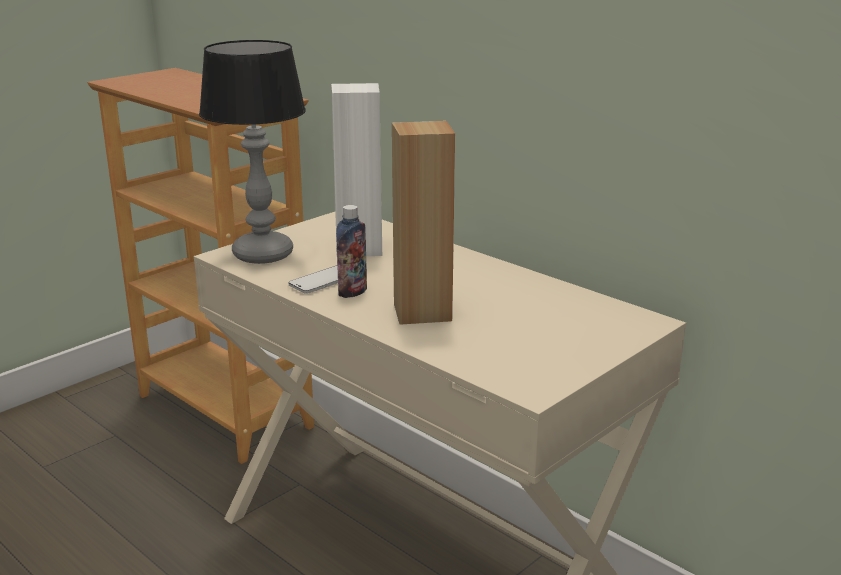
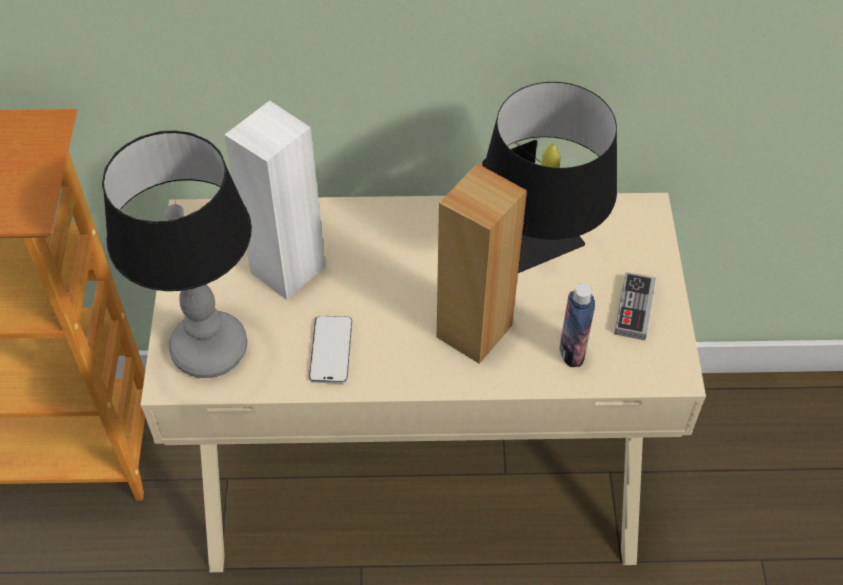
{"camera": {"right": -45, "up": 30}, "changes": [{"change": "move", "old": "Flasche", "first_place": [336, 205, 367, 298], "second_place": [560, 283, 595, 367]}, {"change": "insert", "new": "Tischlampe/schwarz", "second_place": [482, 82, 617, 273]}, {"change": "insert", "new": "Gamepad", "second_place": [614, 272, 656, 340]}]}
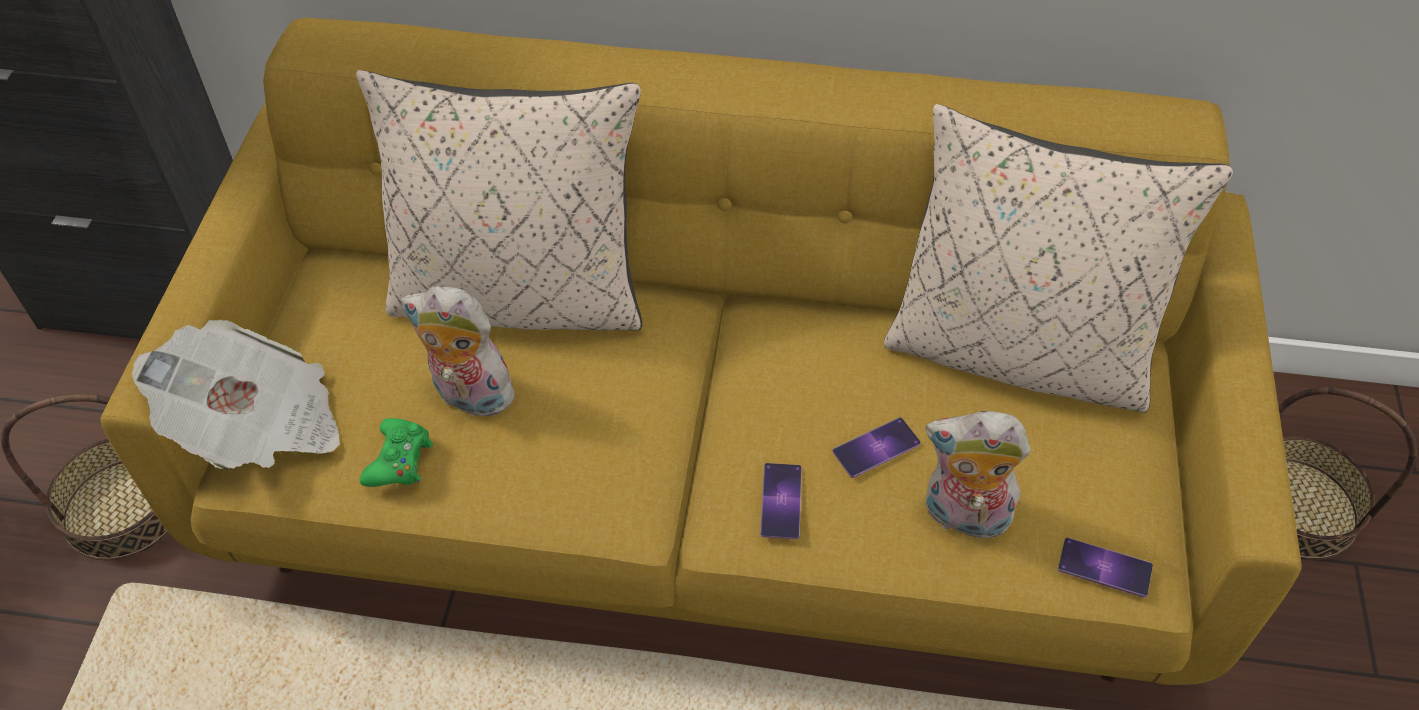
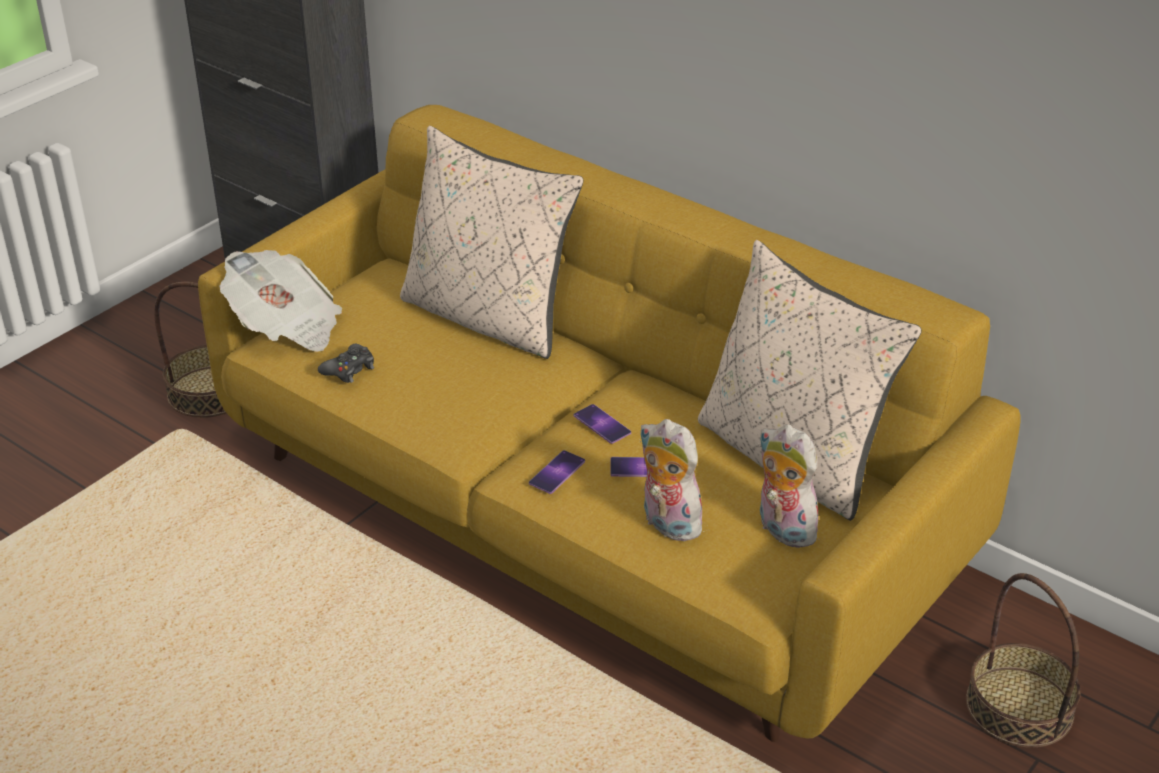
{"camera": {"right": 30, "up": -15}, "changes": [{"change": "recolor", "old": "Gamepad/grün", "new": "Gamepad/schwarz", "first_place": [360, 418, 433, 487], "second_place": [318, 344, 374, 383]}, {"change": "move", "old": "Plüschtier", "first_place": [401, 286, 524, 421], "second_place": [759, 424, 819, 548]}, {"change": "move", "old": "Handy", "first_place": [1058, 538, 1153, 598], "second_place": [573, 404, 631, 444]}]}
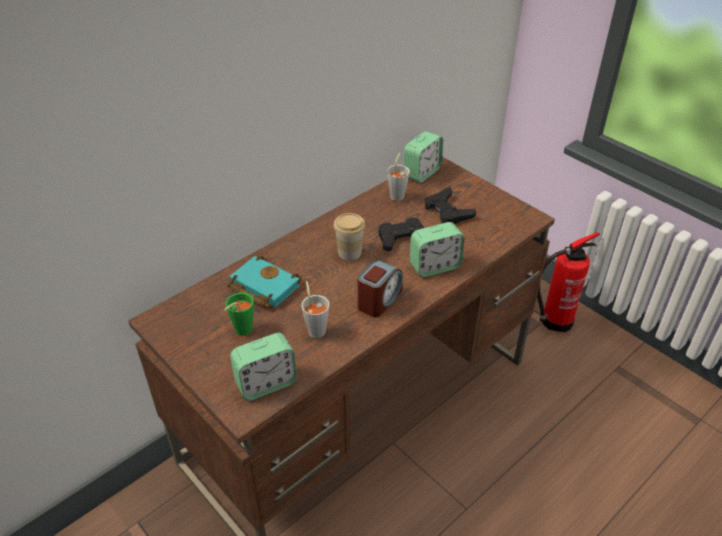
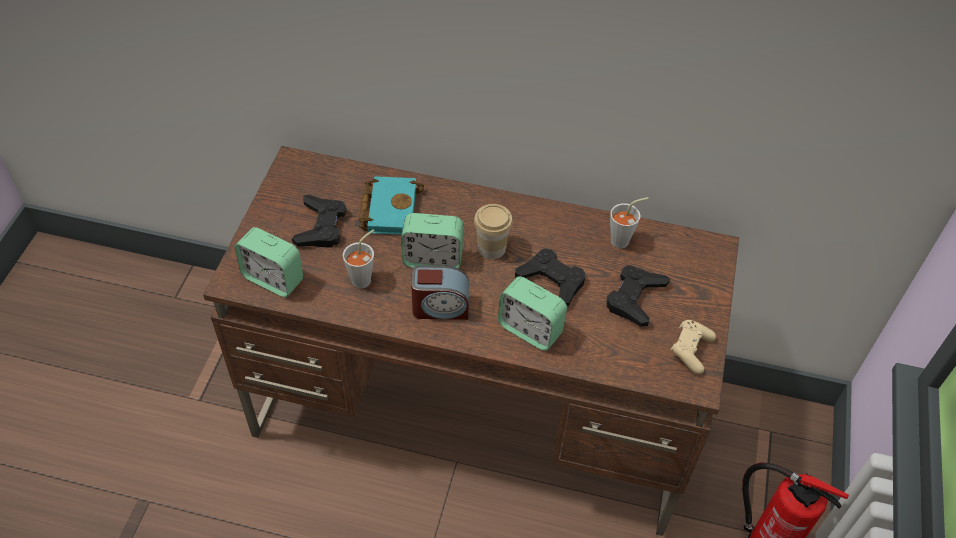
{"camera": {"right": 55, "up": 10}, "changes": [{"change": "replace", "old": "Tasse/grün", "new": "Gamepad/schwarz", "first_place": [224, 293, 254, 336], "second_place": [292, 195, 347, 248]}, {"change": "move", "old": "Wecker", "first_place": [404, 131, 443, 183], "second_place": [401, 213, 463, 269]}, {"change": "insert", "new": "Gamepad/beige", "second_place": [670, 320, 716, 374]}]}
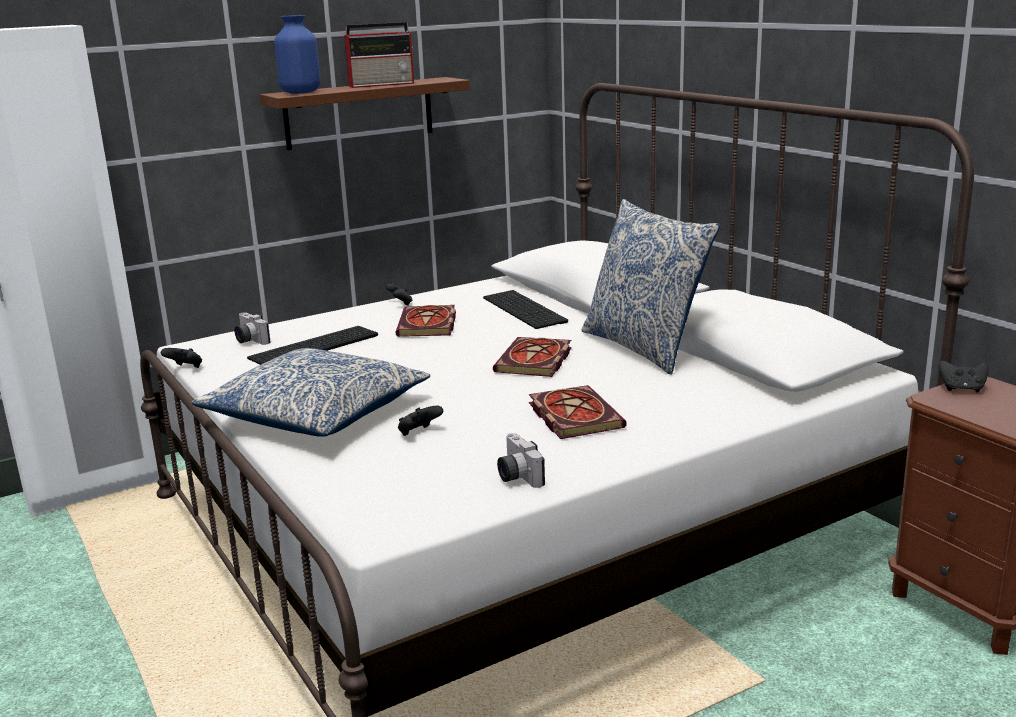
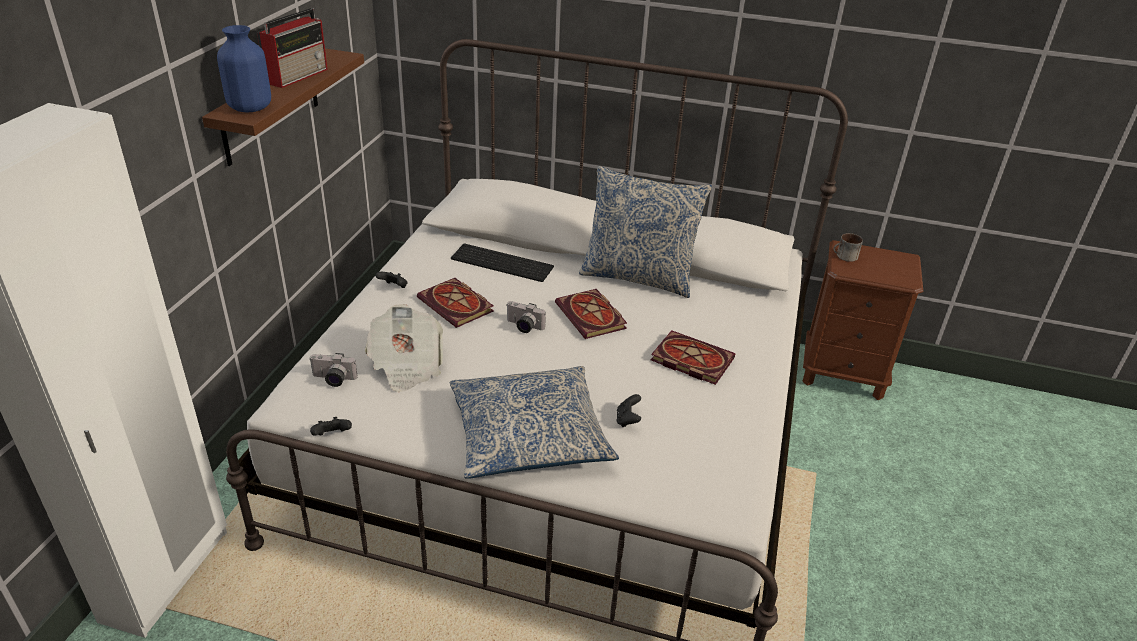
{"camera": {"right": -45, "up": 15}, "changes": [{"change": "replace", "old": "Tastatur", "new": "Zeitung", "first_place": [247, 326, 378, 365], "second_place": [365, 304, 443, 392]}, {"change": "move", "old": "Kamera", "first_place": [497, 433, 545, 488], "second_place": [507, 301, 546, 333]}, {"change": "replace", "old": "Gamepad/schwarz", "new": "Henkelbecher", "first_place": [938, 361, 989, 392], "second_place": [833, 233, 863, 262]}]}
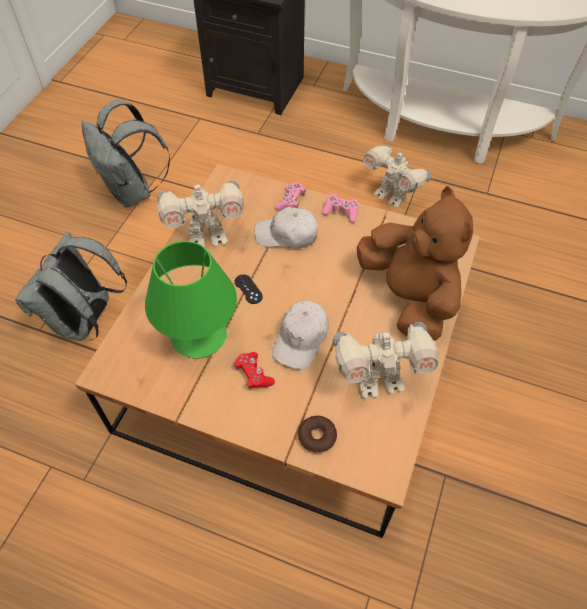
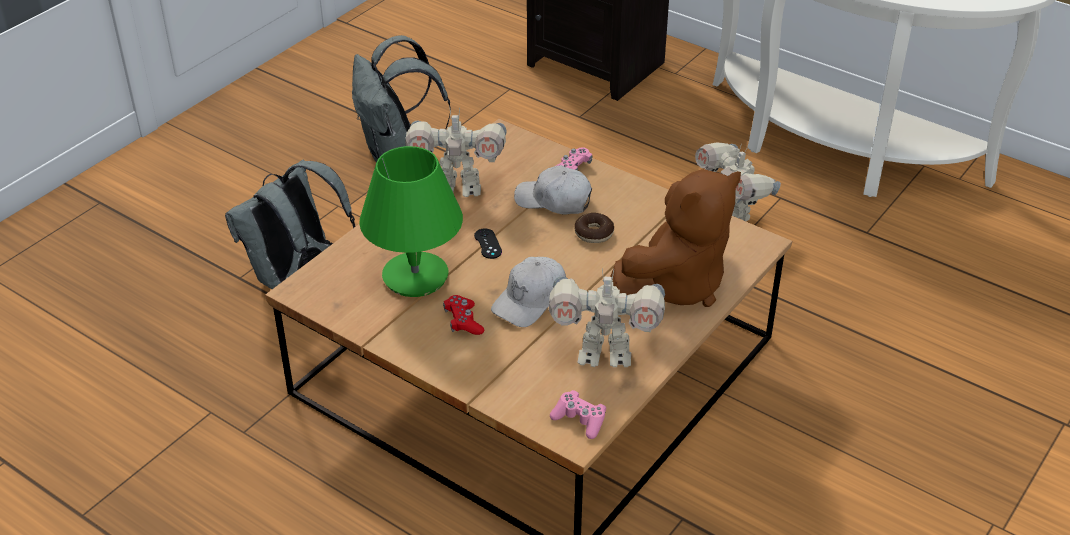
{"camera": {"right": 15, "up": -15}, "changes": [{"change": "move", "old": "Donut", "first_place": [298, 416, 337, 454], "second_place": [574, 213, 614, 243]}, {"change": "move", "old": "Gamepad/rosa", "first_place": [322, 193, 359, 223], "second_place": [550, 390, 606, 439]}, {"change": "rotate", "old": "Plüschtier/braun", "first_place": [357, 186, 473, 341], "second_place": [610, 169, 741, 307], "degrees": 60}]}
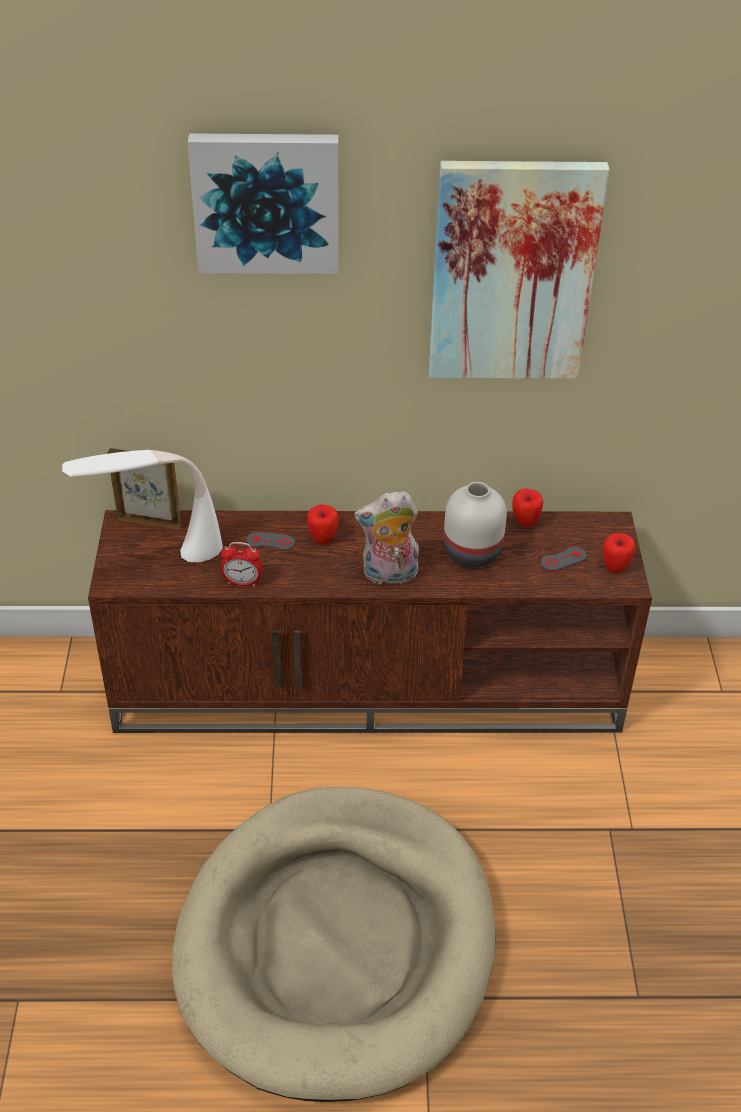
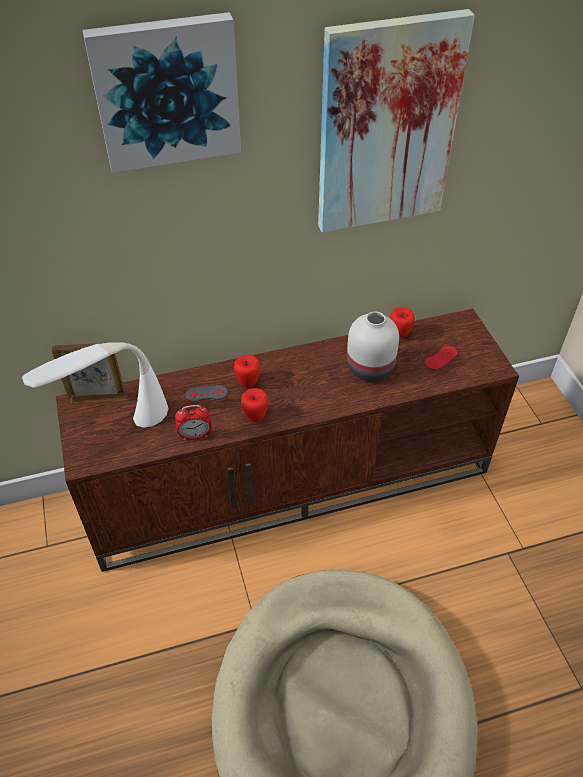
{"camera": {"right": -15, "up": 5}, "changes": [{"change": "delete", "old": "Plüschtier", "first_place": [354, 491, 419, 584]}, {"change": "recolor", "old": "Gamepad/grau", "new": "Gamepad/rot", "first_place": [541, 547, 586, 571], "second_place": [425, 346, 457, 370]}, {"change": "move", "old": "Apfel", "first_place": [603, 533, 635, 573], "second_place": [241, 388, 268, 422]}]}
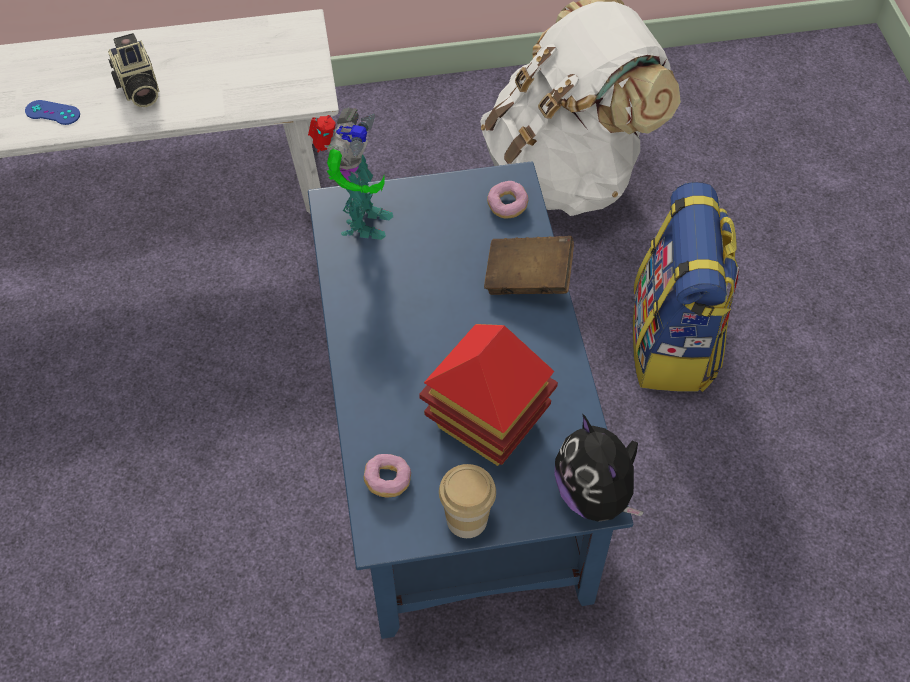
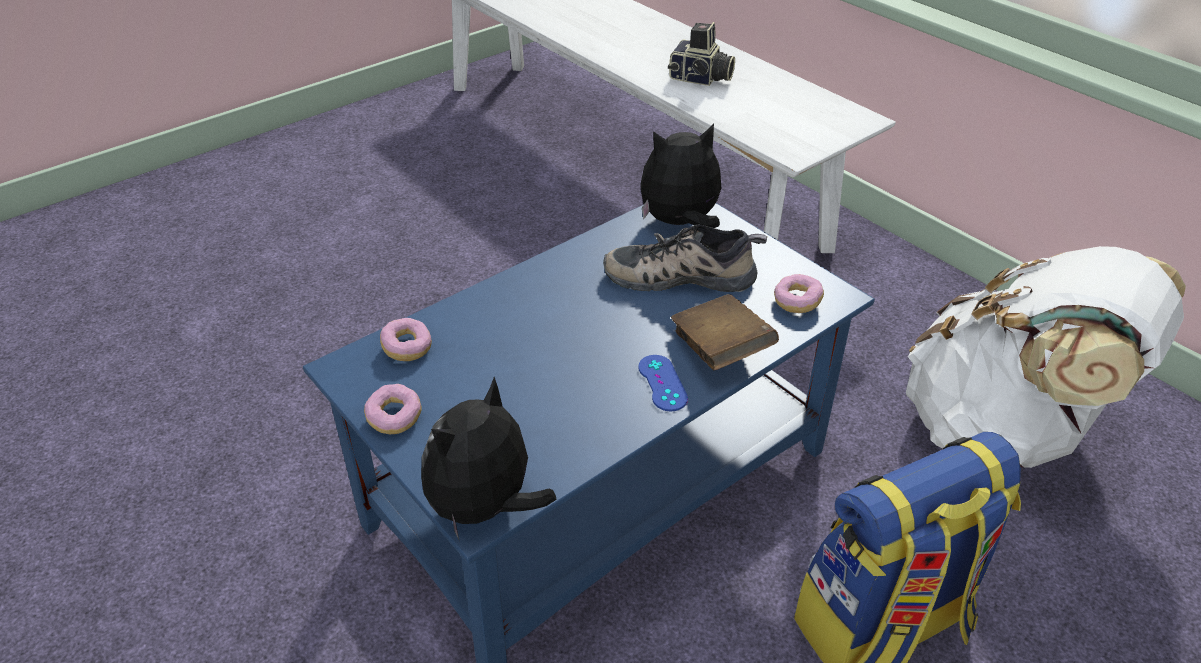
{"camera": {"right": 60, "up": -15}, "changes": [{"change": "move", "old": "Gamepad/blau", "first_place": [25, 100, 80, 125], "second_place": [638, 355, 688, 412]}, {"change": "rotate", "old": "Kamera", "first_place": [108, 33, 159, 107], "second_place": [668, 22, 735, 86], "degrees": -105}, {"change": "replace", "old": "Spielzeugroboter", "new": "Plüschtier", "first_place": [308, 108, 393, 240], "second_place": [640, 124, 721, 228]}, {"change": "delete", "old": "Spielzeughaus", "first_place": [419, 324, 558, 466]}, {"change": "replace", "old": "Tasse", "new": "Donut", "first_place": [439, 464, 496, 538], "second_place": [364, 384, 421, 434]}, {"change": "insert", "new": "Schuh", "second_place": [603, 224, 767, 292]}]}
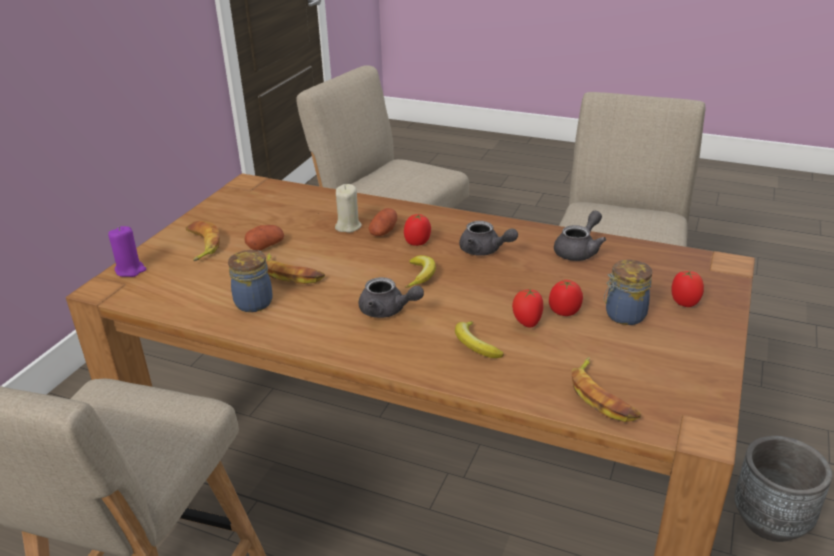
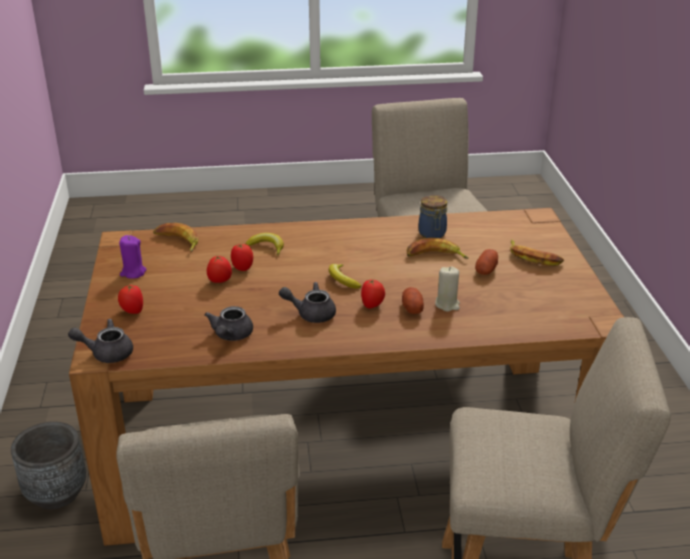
{"camera": {"right": 150, "up": 0}, "changes": [{"change": "move", "old": "Kerze/lila", "first_place": [108, 226, 147, 277], "second_place": [119, 235, 146, 279]}, {"change": "move", "old": "Teekanne/grau", "first_place": [358, 277, 424, 318], "second_place": [68, 319, 133, 363]}, {"change": "delete", "old": "Vorratsglas", "first_place": [603, 260, 652, 325]}]}
